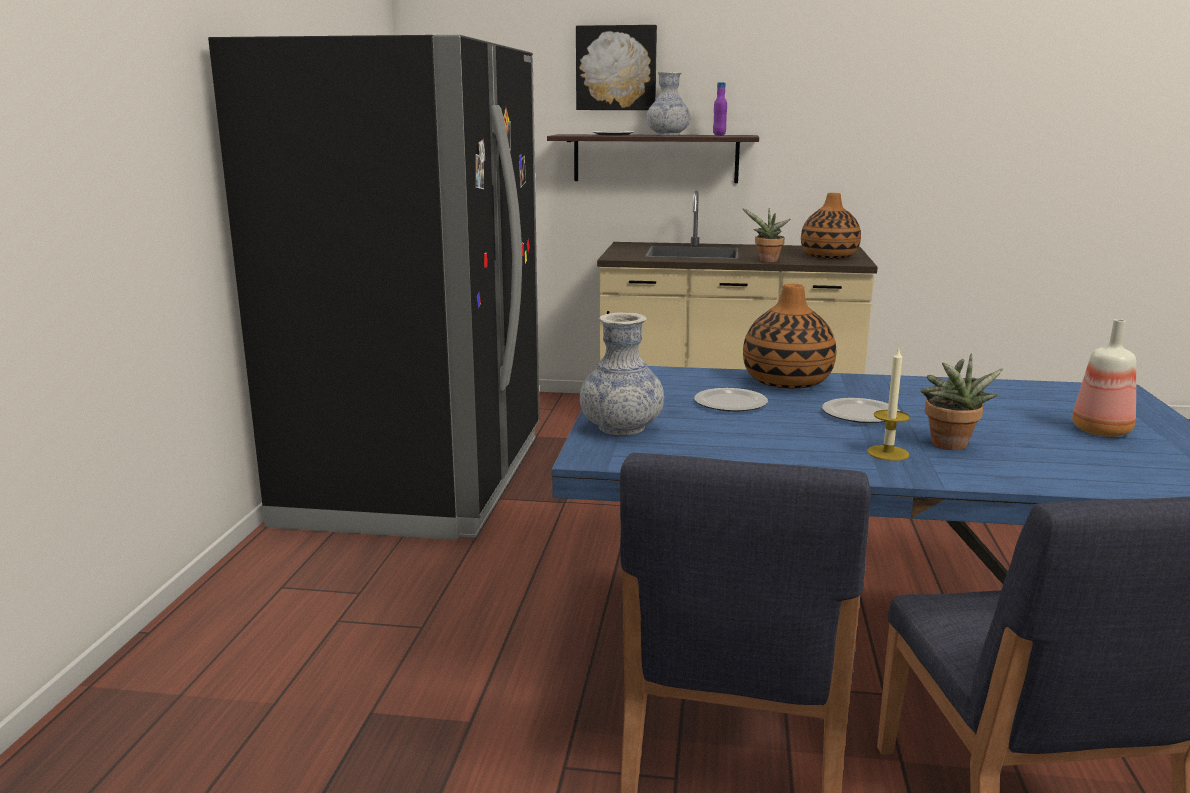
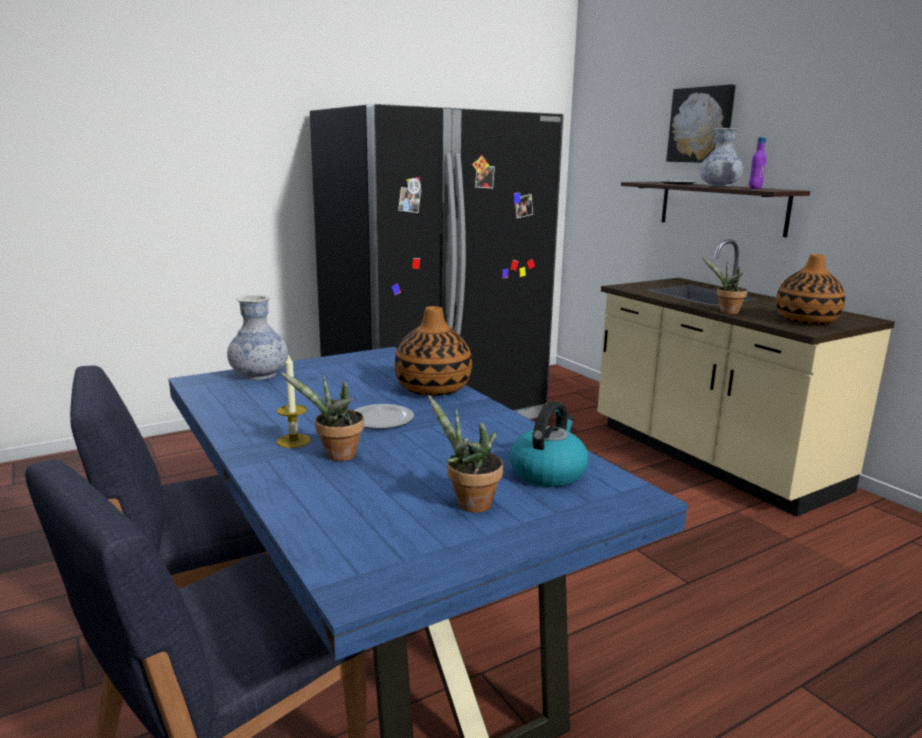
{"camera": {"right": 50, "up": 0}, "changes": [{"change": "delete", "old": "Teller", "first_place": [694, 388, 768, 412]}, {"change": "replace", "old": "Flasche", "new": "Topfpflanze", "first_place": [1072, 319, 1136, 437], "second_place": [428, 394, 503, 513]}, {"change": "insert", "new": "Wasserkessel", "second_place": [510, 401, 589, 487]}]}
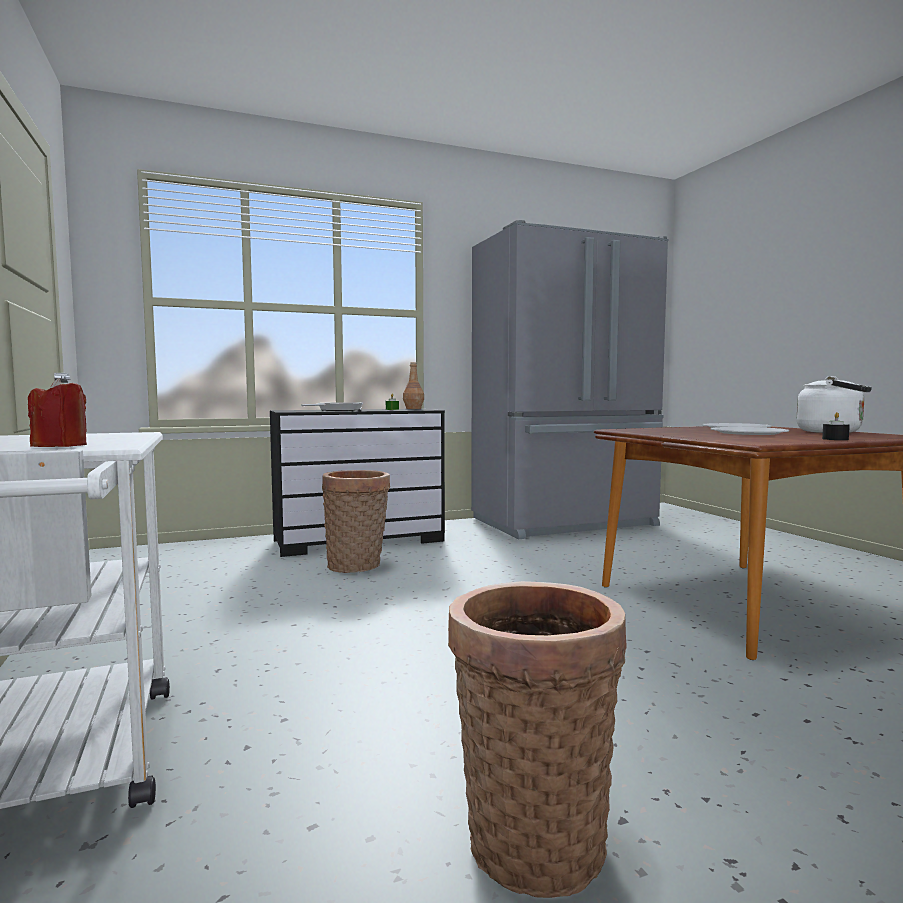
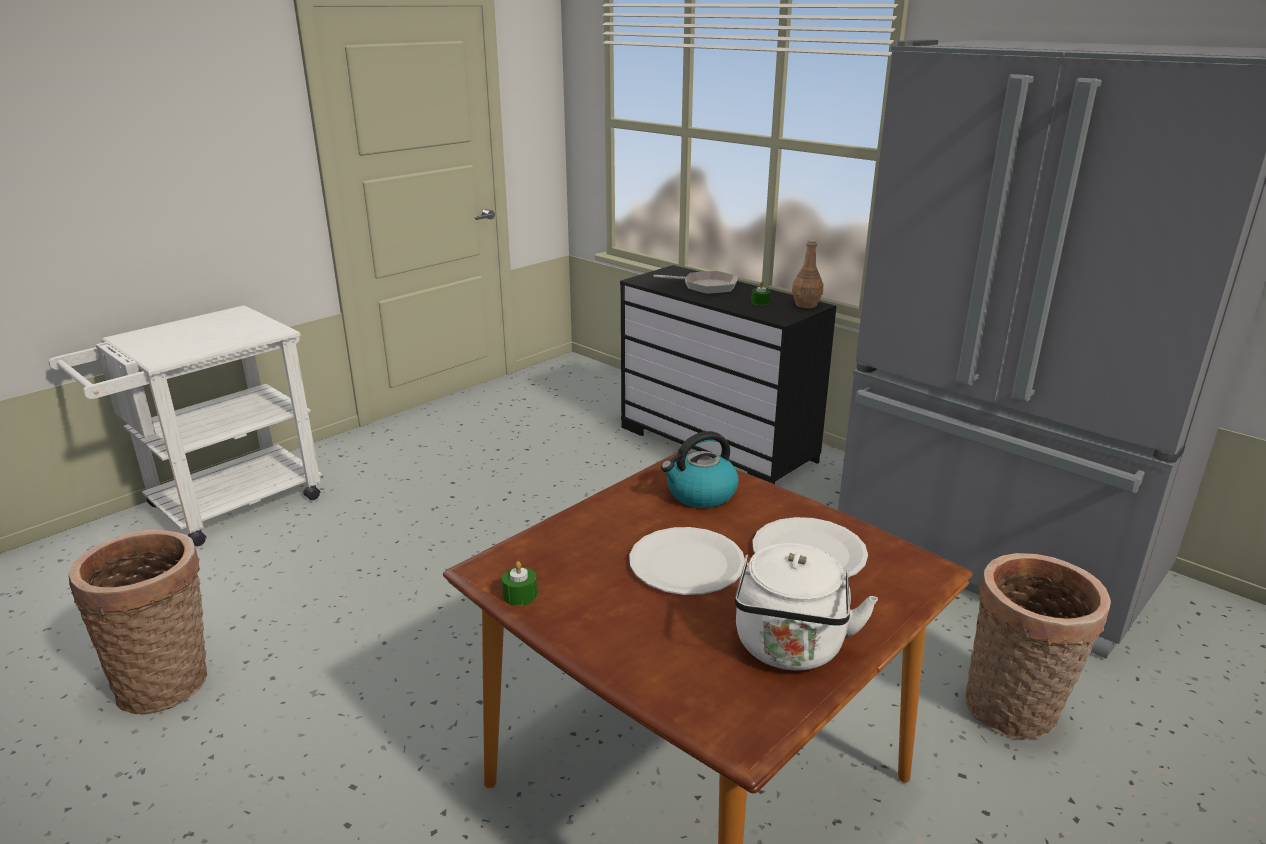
{"camera": {"right": 65, "up": 20}, "changes": [{"change": "delete", "old": "Kerze/rot", "first_place": [28, 378, 87, 447]}, {"change": "move", "old": "Korb", "first_place": [322, 470, 390, 573], "second_place": [965, 553, 1111, 739]}, {"change": "delete", "old": "Kerze/schwarz", "first_place": [822, 412, 850, 440]}, {"change": "insert", "new": "Kerze/grün", "second_place": [502, 561, 537, 606]}, {"change": "insert", "new": "Wasserkessel", "second_place": [661, 431, 739, 508]}]}
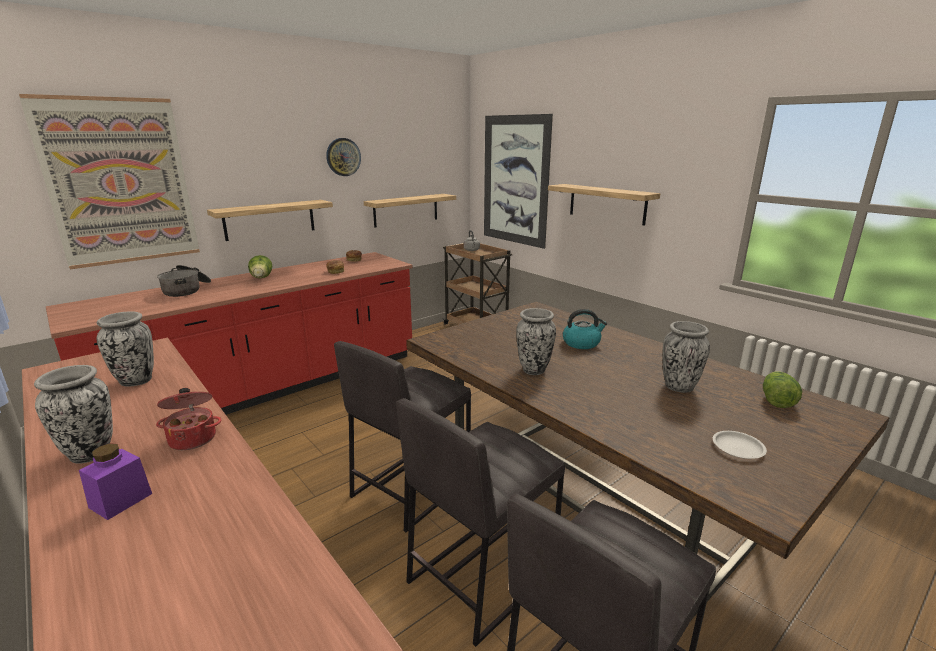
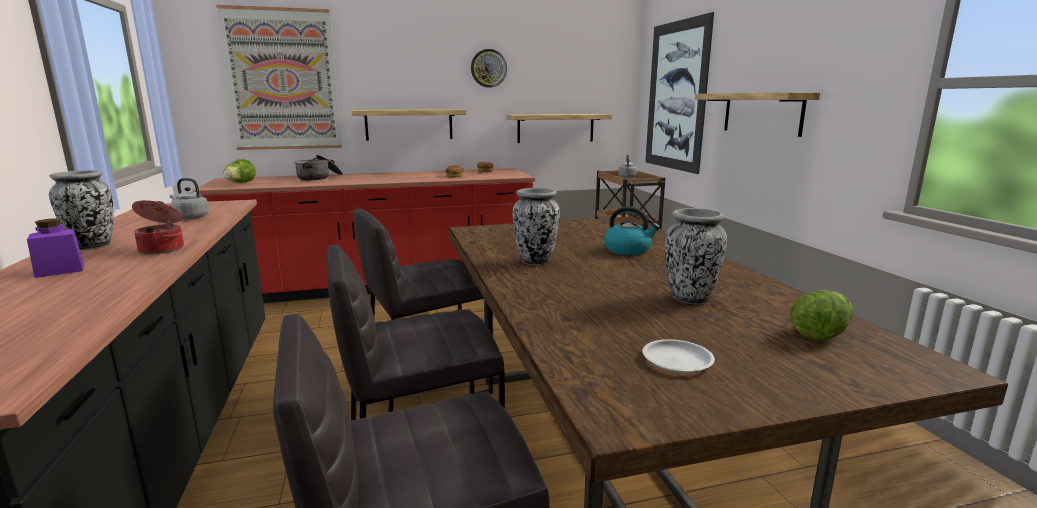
{"camera": {"right": 25, "up": -5}, "changes": [{"change": "replace", "old": "Vase", "new": "Wasserkessel/grau", "first_place": [96, 311, 154, 387], "second_place": [170, 178, 209, 219]}, {"change": "move", "old": "Salatkopf", "first_place": [248, 255, 272, 278], "second_place": [223, 159, 256, 183]}]}
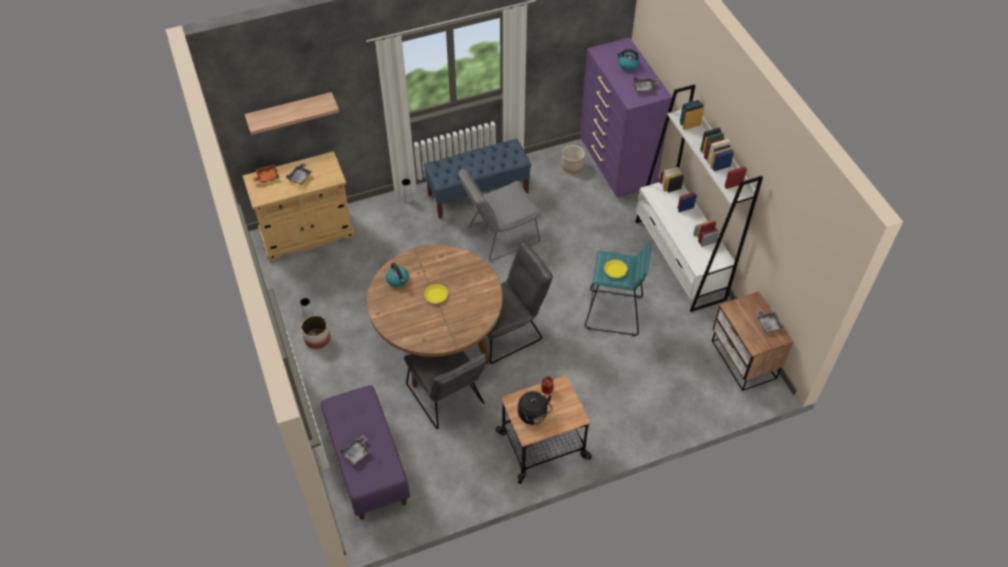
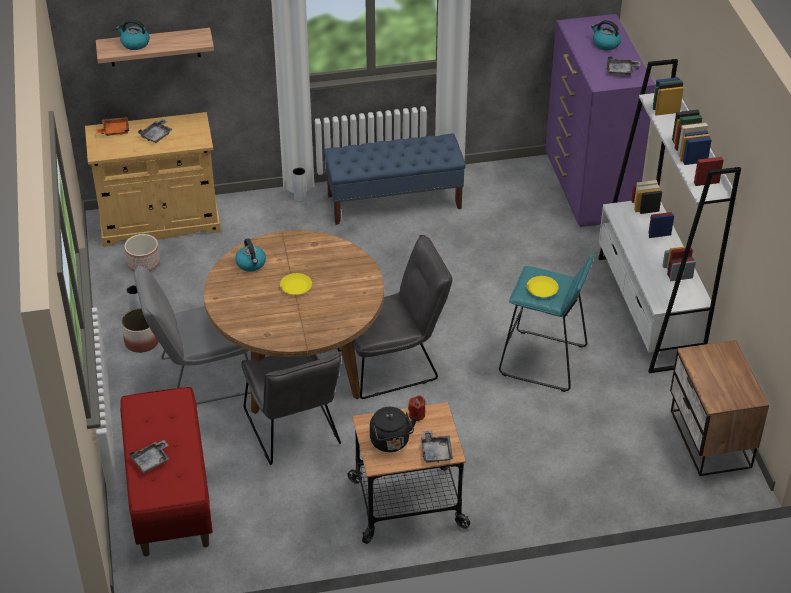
{"camera": {"right": 10, "up": -10}, "changes": [{"change": "recolor", "old": "Bank/lila", "new": "Bank/rot", "first_place": [321, 385, 410, 520], "second_place": [120, 387, 213, 556]}, {"change": "move", "old": "Stuhl/grau", "first_place": [459, 168, 540, 261], "second_place": [134, 264, 251, 405]}, {"change": "move", "old": "Pflanzkübel", "first_place": [561, 145, 585, 173], "second_place": [124, 234, 160, 272]}, {"change": "move", "old": "Tablett/grau", "first_place": [756, 310, 784, 333], "second_place": [421, 431, 453, 463]}, {"change": "insert", "new": "Wasserkessel", "second_place": [116, 19, 150, 50]}]}
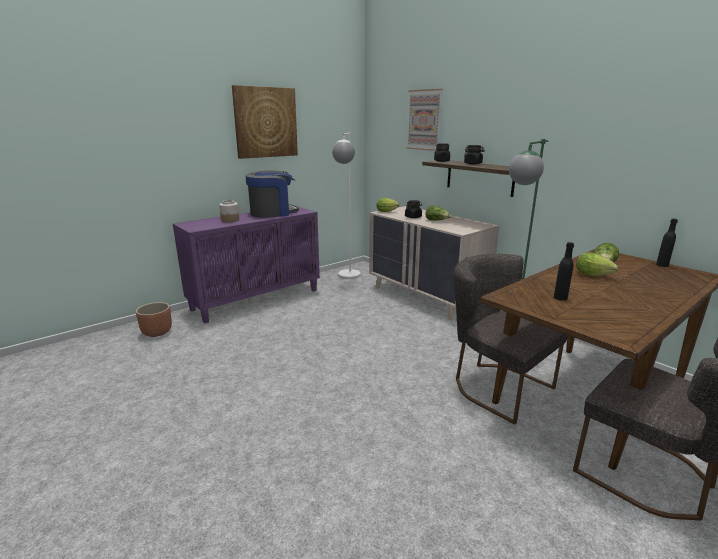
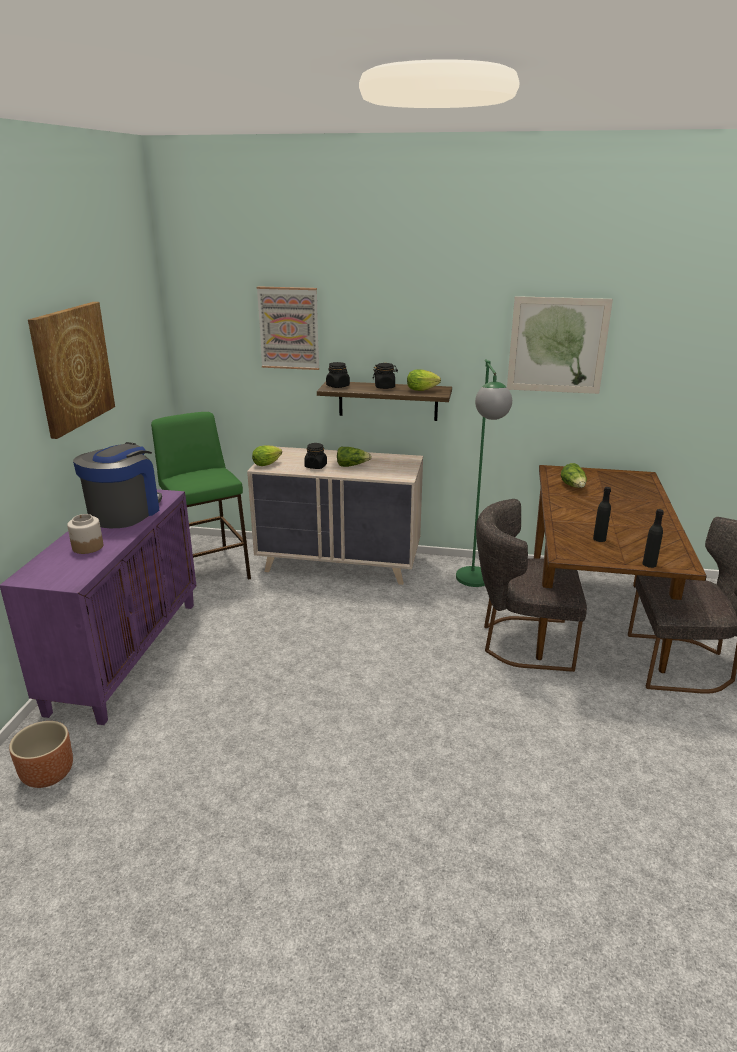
{"camera": {"right": -40, "up": 5}, "changes": [{"change": "replace", "old": "Stehlampe/weiß", "new": "Hocker/grün", "first_place": [332, 132, 360, 279], "second_place": [151, 412, 251, 580]}, {"change": "move", "old": "Salatkopf", "first_place": [576, 252, 618, 276], "second_place": [407, 369, 441, 391]}, {"change": "move", "old": "Flasche/schwarz", "first_place": [656, 219, 678, 267], "second_place": [643, 509, 664, 568]}, {"change": "insert", "new": "Bild", "second_place": [507, 296, 613, 394]}]}
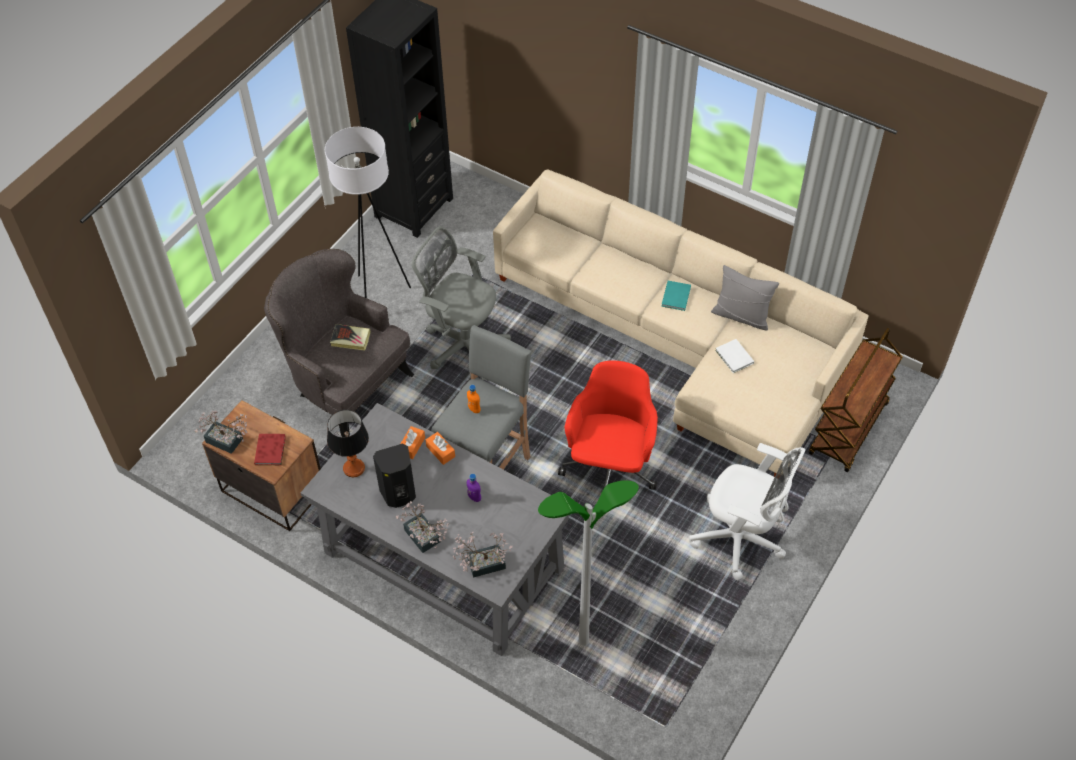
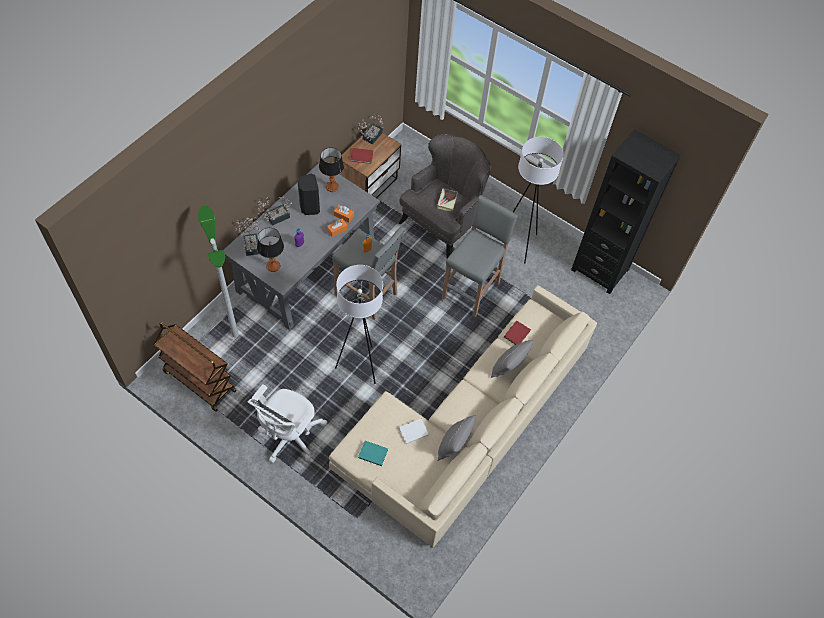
{"camera": {"right": 90, "up": 5}, "changes": [{"change": "replace", "old": "Bürostuhl/grau", "new": "Hocker/grau", "first_place": [412, 226, 511, 381], "second_place": [442, 195, 518, 317]}, {"change": "replace", "old": "Bürostuhl/rot", "new": "Stehlampe/weiß", "first_place": [558, 361, 658, 490], "second_place": [335, 265, 383, 384]}, {"change": "move", "old": "Buch/türkis", "first_place": [661, 281, 691, 311], "second_place": [358, 441, 388, 466]}, {"change": "move", "old": "Rollwagen/braun", "first_place": [809, 328, 903, 472], "second_place": [153, 322, 236, 412]}, {"change": "insert", "new": "Tischlampe", "second_place": [257, 228, 284, 272]}, {"change": "insert", "new": "Kissen/grau", "second_place": [491, 340, 534, 378]}, {"change": "insert", "new": "Buch/rot", "second_place": [504, 320, 531, 345]}]}
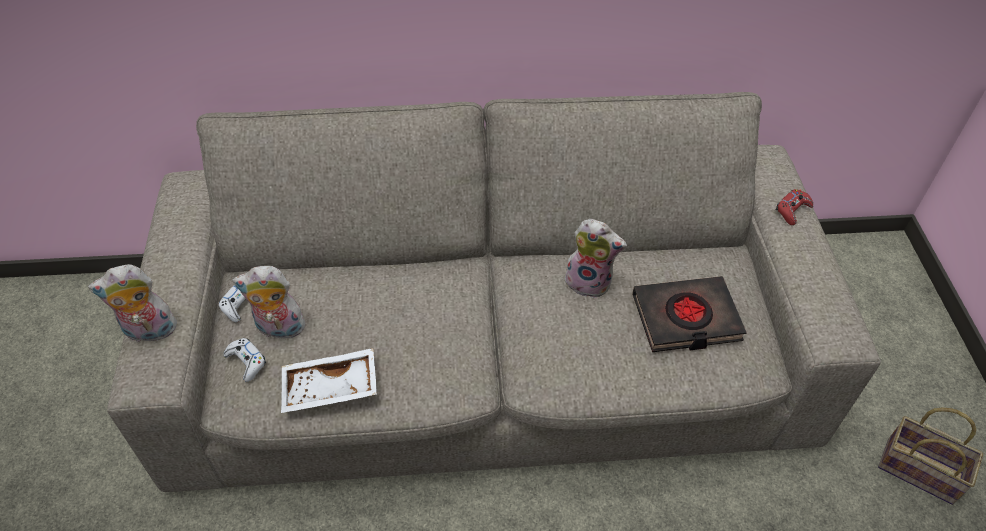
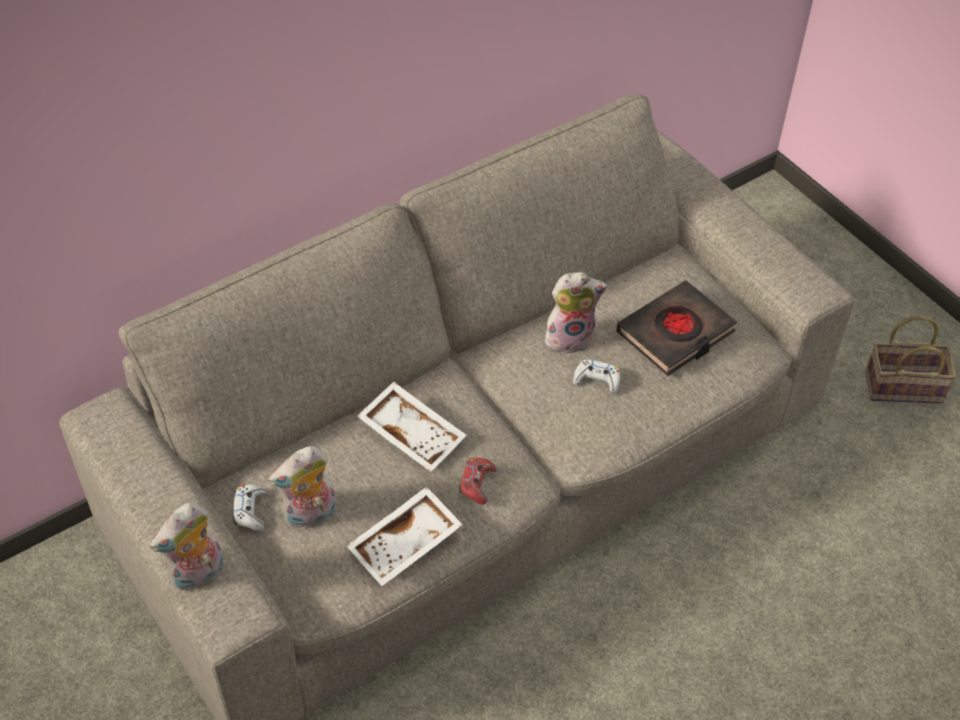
{"camera": {"right": -30, "up": 0}, "changes": [{"change": "move", "old": "Gamepad/weiß", "first_place": [223, 338, 266, 382], "second_place": [573, 359, 620, 394]}, {"change": "move", "old": "Gamepad/rot", "first_place": [775, 189, 814, 225], "second_place": [459, 457, 497, 505]}, {"change": "insert", "new": "Tablett/weiß", "second_place": [357, 382, 466, 472]}]}
